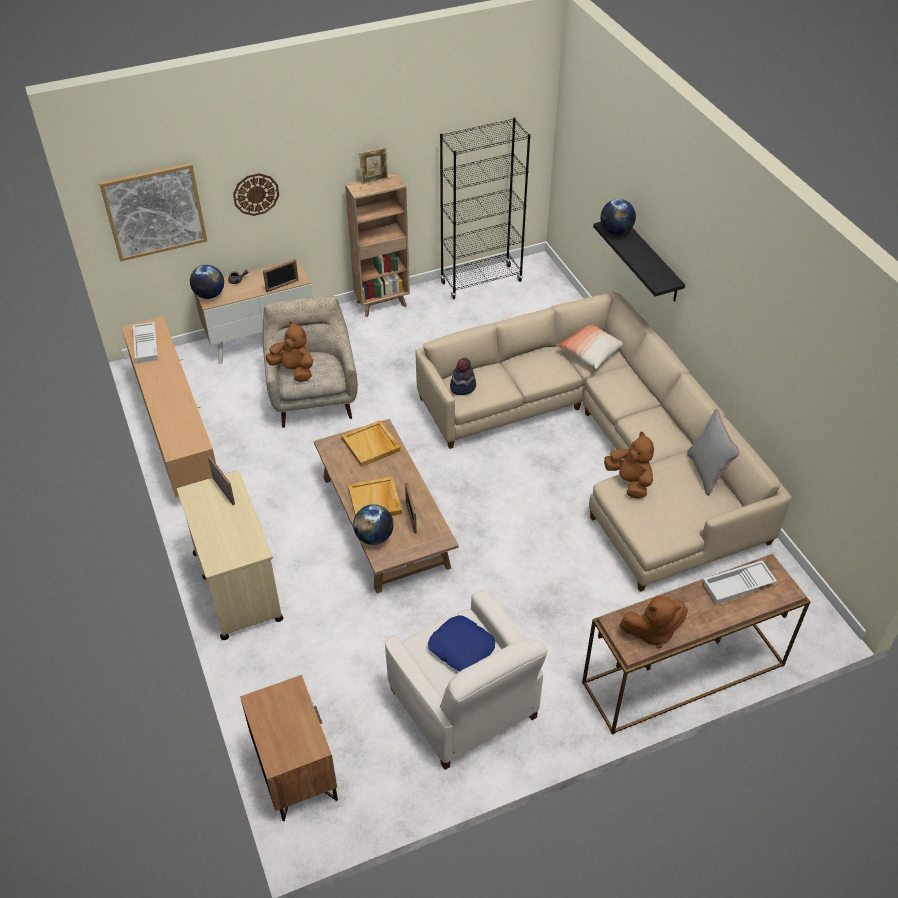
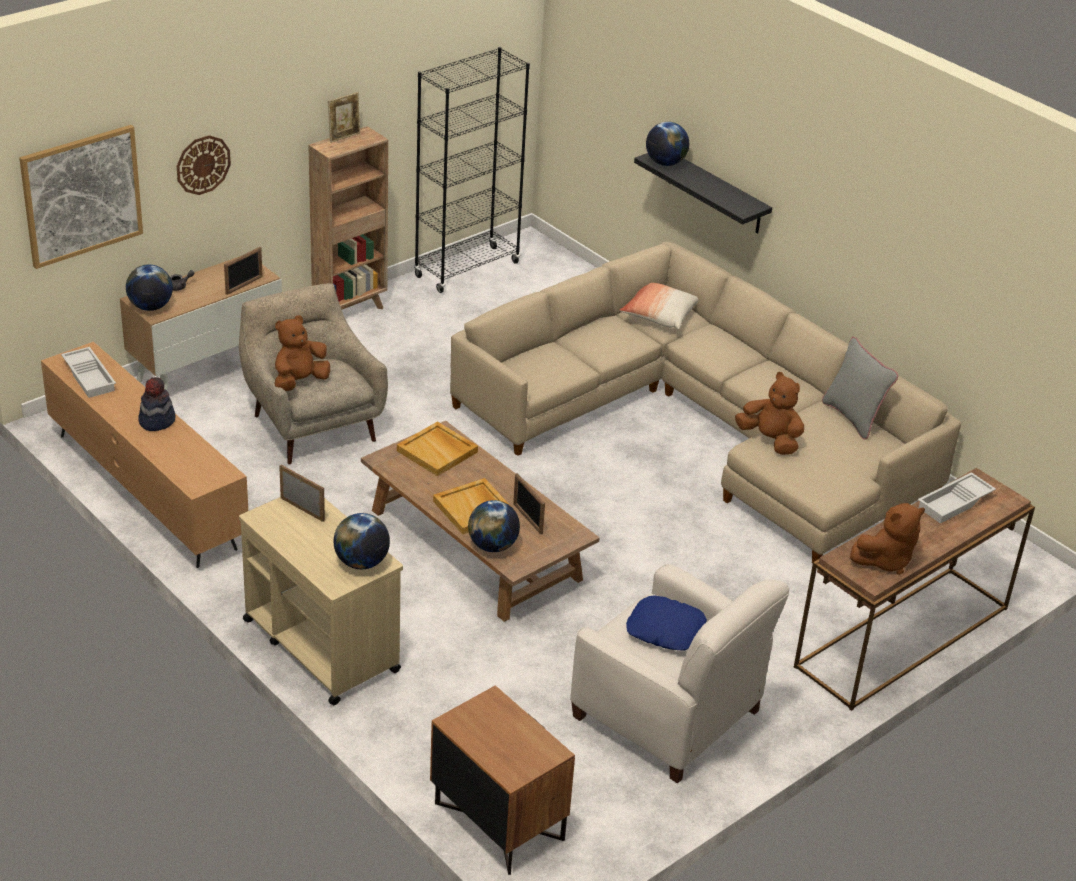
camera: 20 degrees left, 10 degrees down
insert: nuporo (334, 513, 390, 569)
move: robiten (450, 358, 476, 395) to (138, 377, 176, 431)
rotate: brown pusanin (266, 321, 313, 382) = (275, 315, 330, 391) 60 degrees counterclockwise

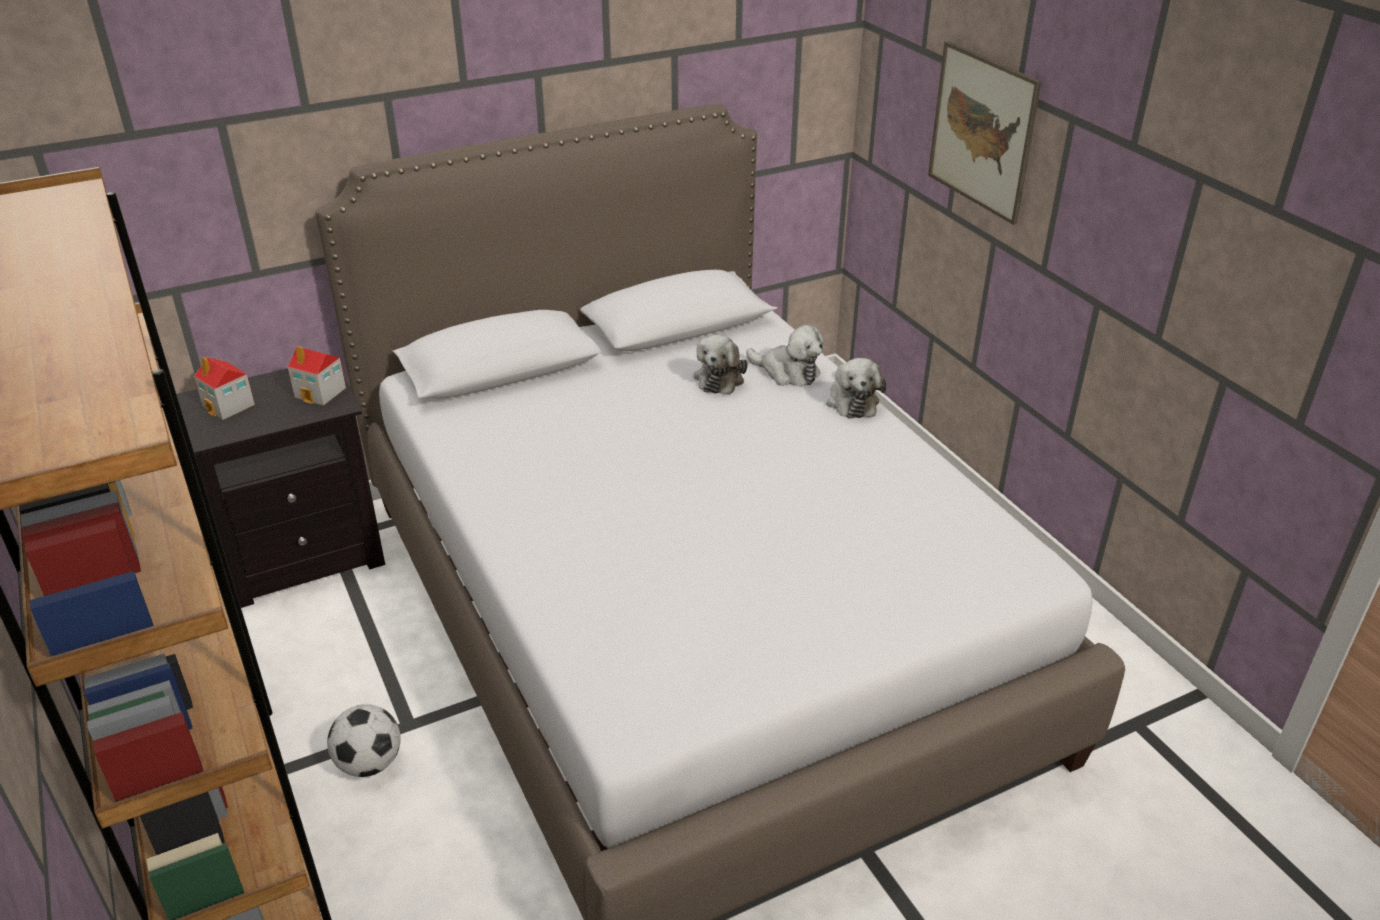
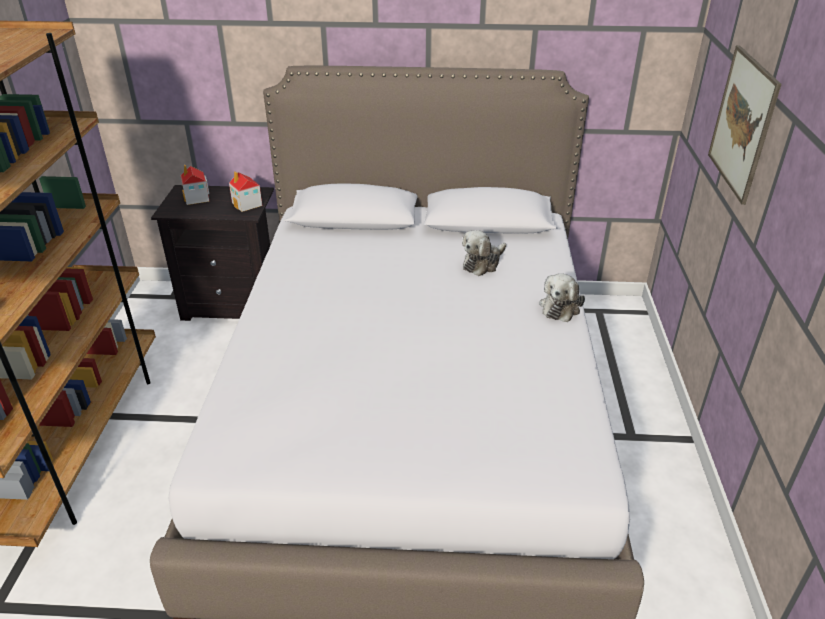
camera: 30 degrees right, 0 degrees up
delete: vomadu (327, 704, 401, 777); pusanin (746, 325, 824, 387)

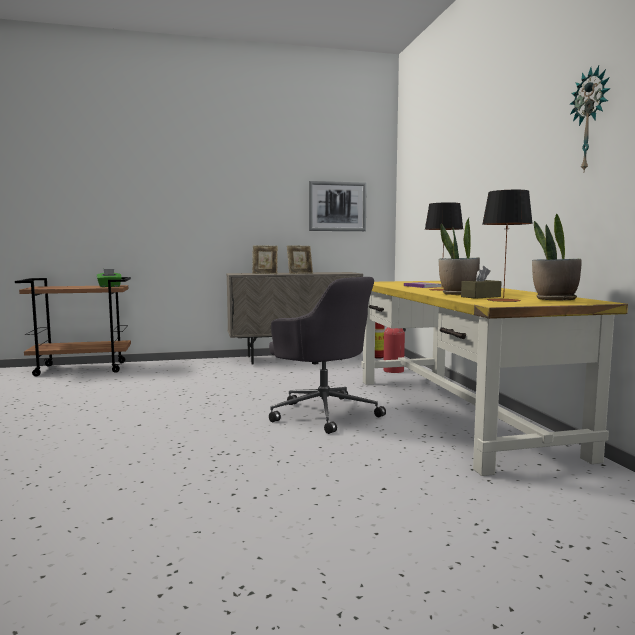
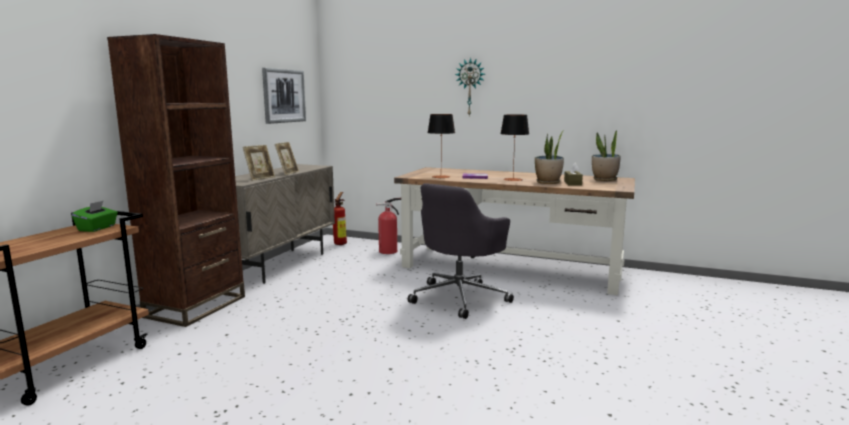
camera: 55 degrees left, 5 degrees up
insert: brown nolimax (107, 34, 245, 327)
move: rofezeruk (483, 190, 533, 302) to (428, 114, 455, 178); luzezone (569, 66, 611, 171) to (455, 58, 485, 116)
recolor: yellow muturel (362, 281, 628, 476) to brown muturel (394, 167, 635, 295)
rotate: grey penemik (269, 277, 386, 434) = (408, 183, 514, 319) 135 degrees clockwise

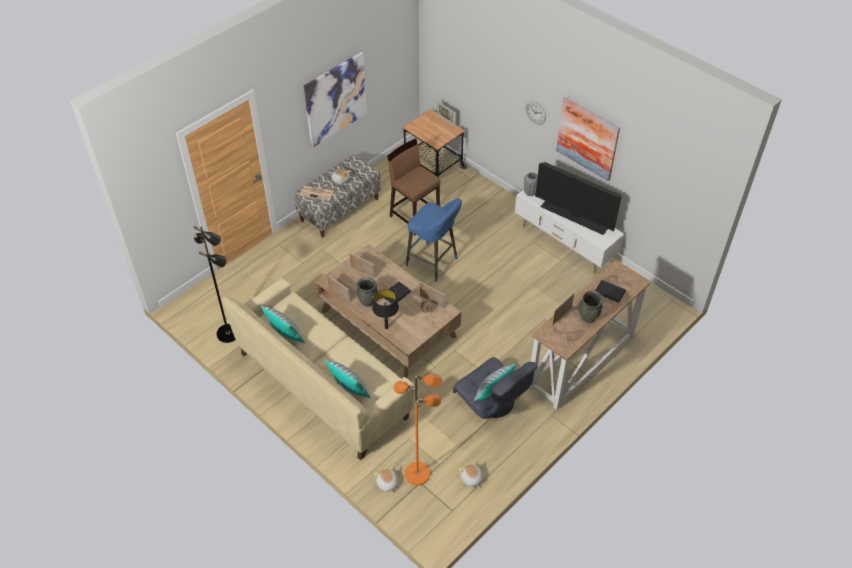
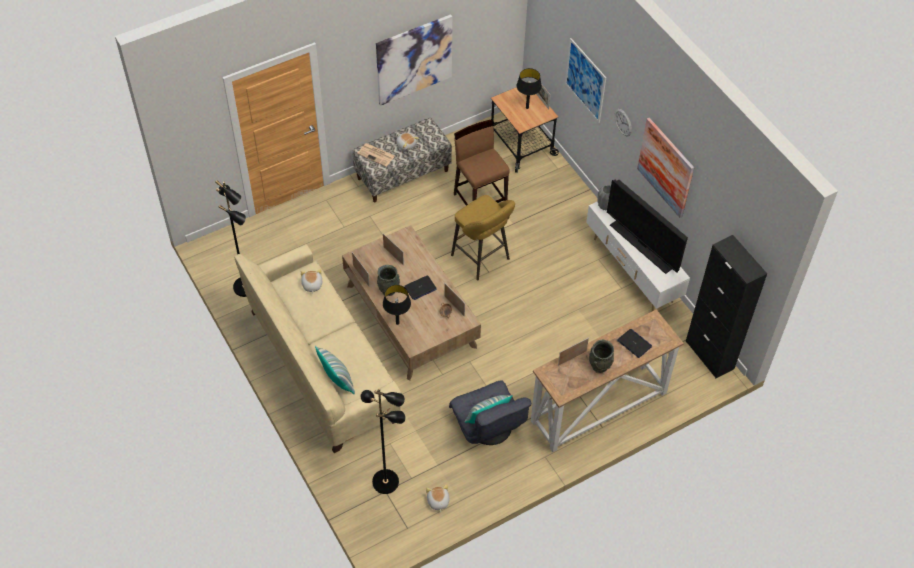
camera: 15 degrees right, 5 degrees up
delete: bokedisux (261, 305, 305, 343)
insert: black rofezeruk (517, 68, 542, 109); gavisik (565, 38, 606, 123); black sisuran (686, 235, 767, 378)
move: pusanin (374, 466, 398, 493) to (301, 269, 322, 294)
recolor: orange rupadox (394, 373, 442, 485) to black rupadox (360, 388, 406, 494); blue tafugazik (406, 199, 462, 281) to yellow tafugazik (451, 195, 515, 281)

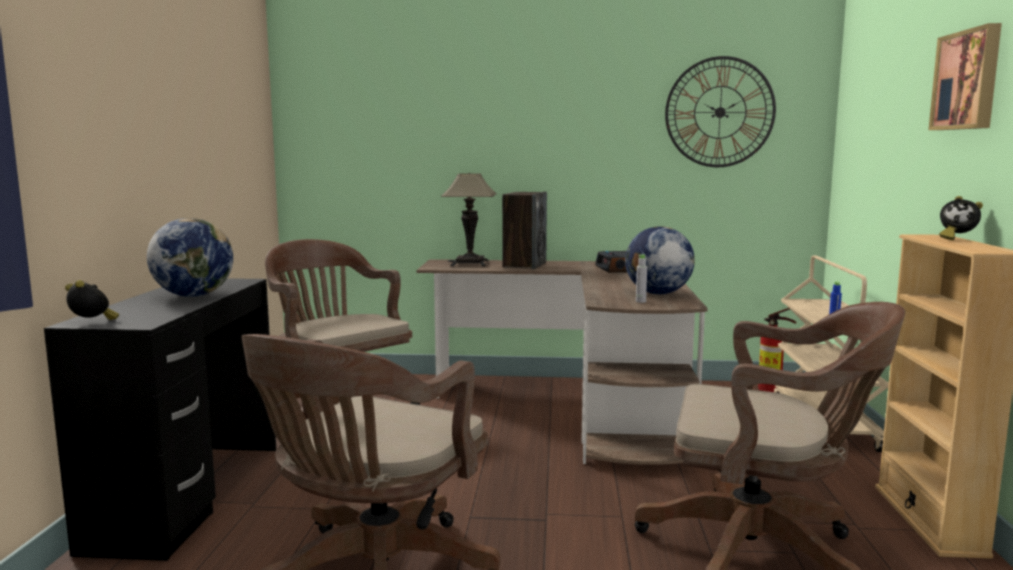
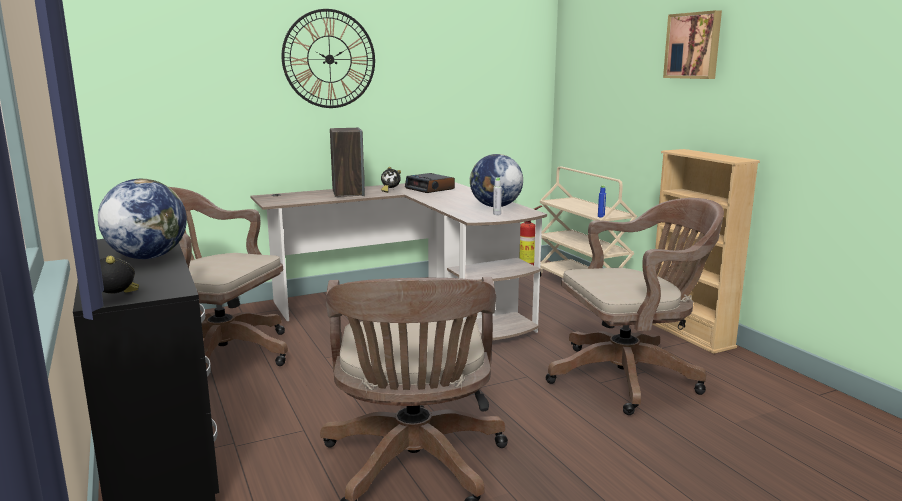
camera: 30 degrees left, 5 degrees up
delete: rofezeruk (441, 173, 497, 267)
move: luzezone (665, 56, 776, 167) to (282, 9, 375, 108); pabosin (939, 196, 983, 240) to (381, 167, 401, 193)

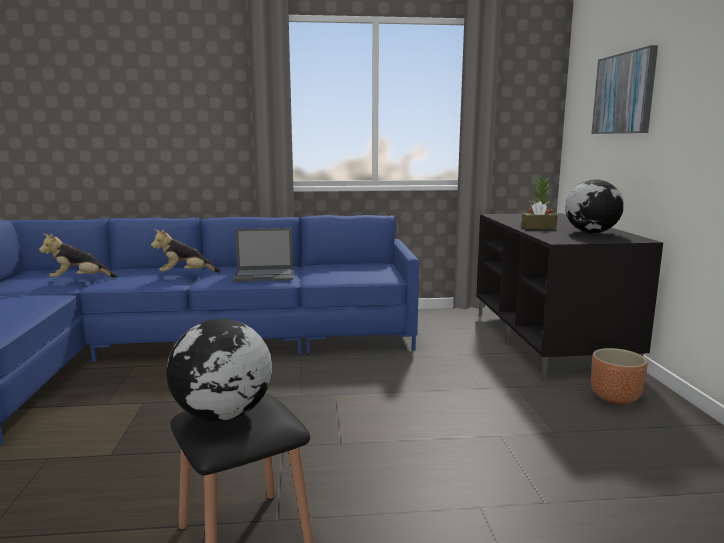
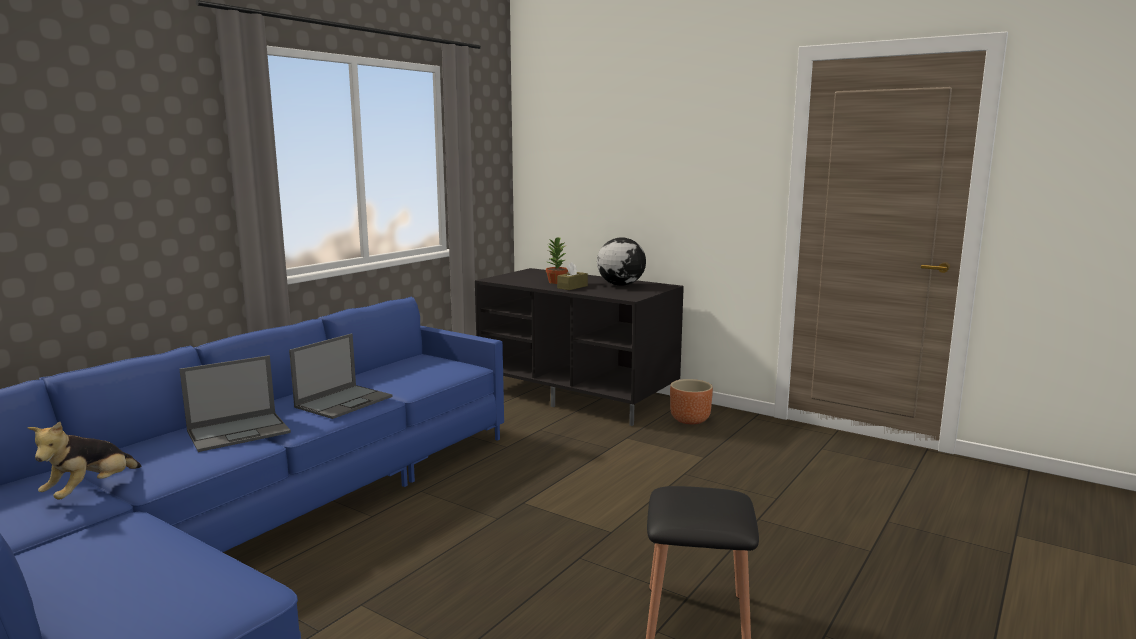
camera: 50 degrees left, 0 degrees up
delete: nuporo (166, 319, 272, 421); gavisik (591, 45, 658, 134)
replace: pusanin (151, 229, 221, 273) to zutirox (179, 355, 291, 452)

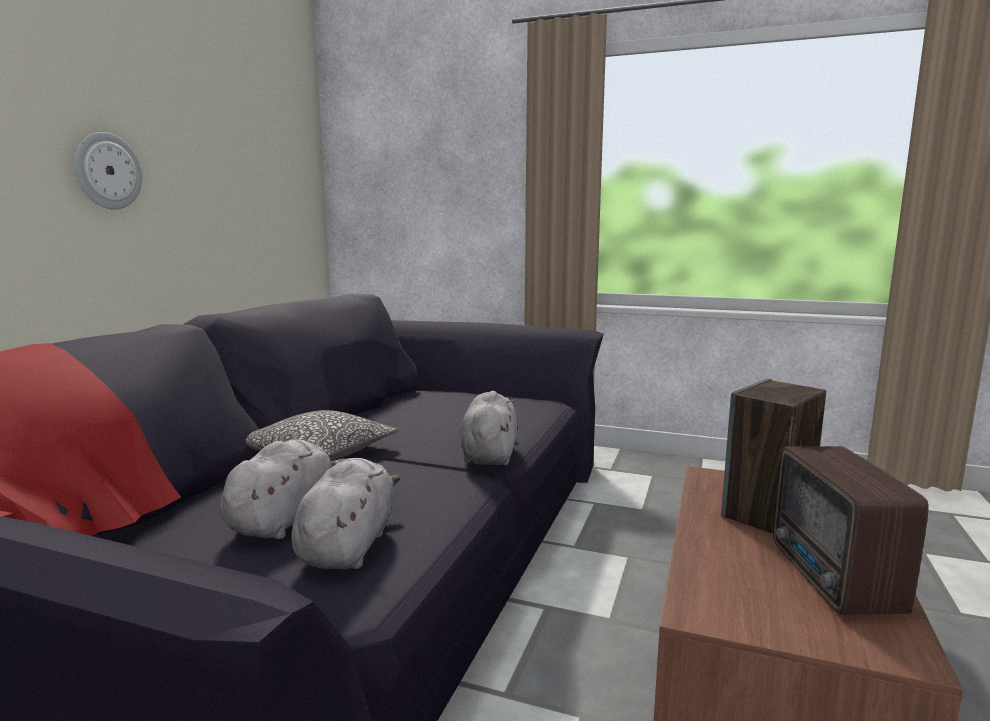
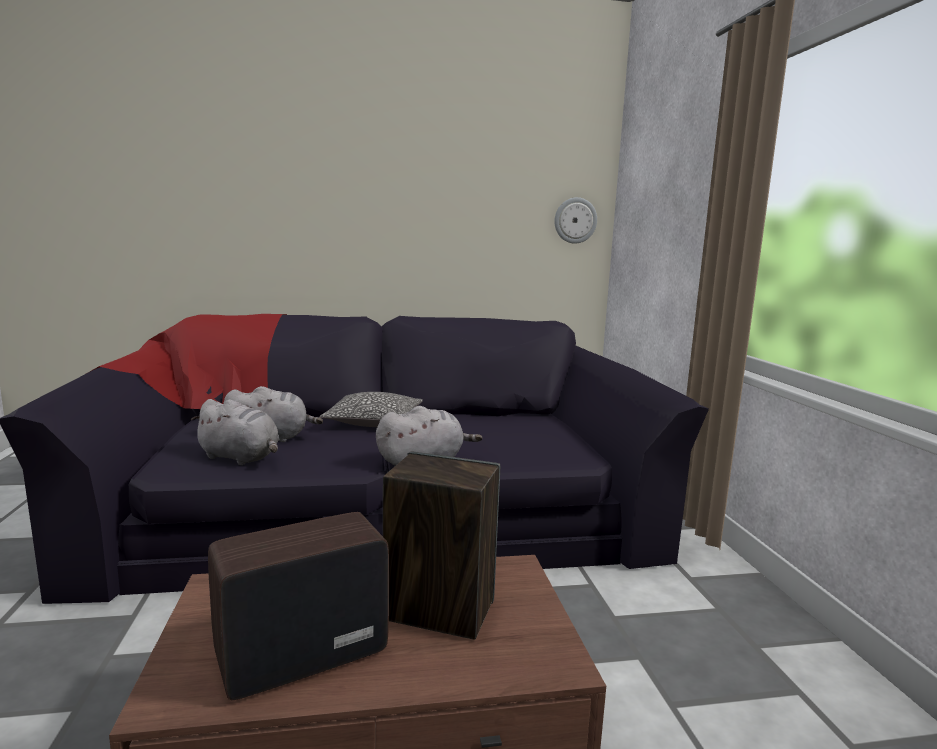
camera: 60 degrees right, 0 degrees up
move: luzezone (74, 132, 142, 209) to (554, 197, 597, 244)
rotate: grey pusanin (291, 458, 400, 570) = (191, 399, 280, 465) 45 degrees clockwise

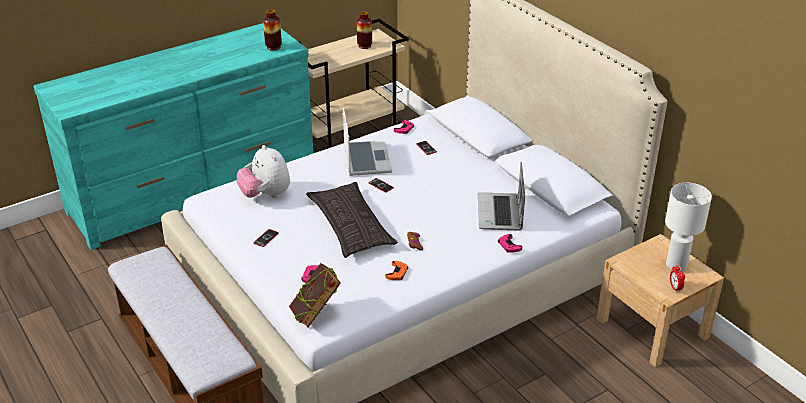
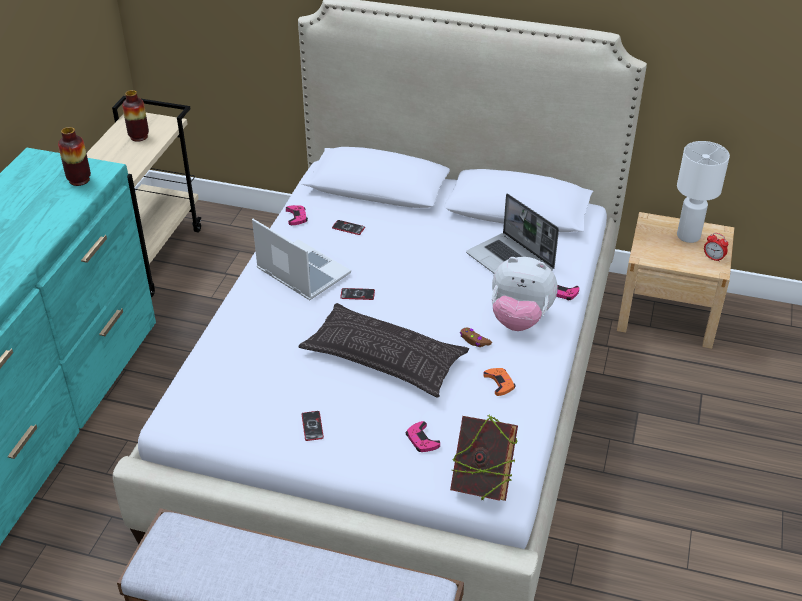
camera: 40 degrees left, 5 degrees up
move: pusanin (237, 145, 290, 198) to (492, 257, 557, 331)

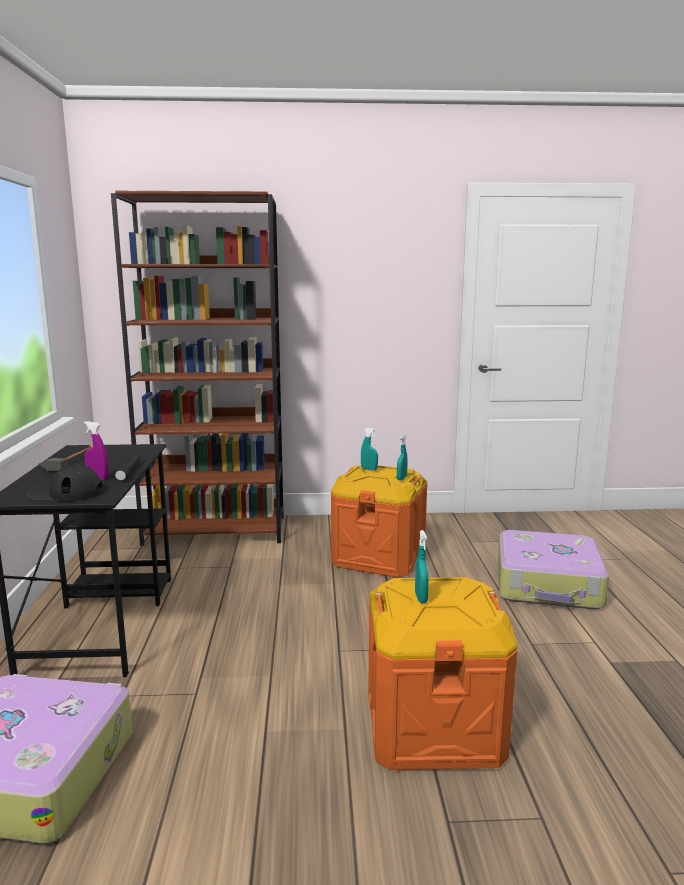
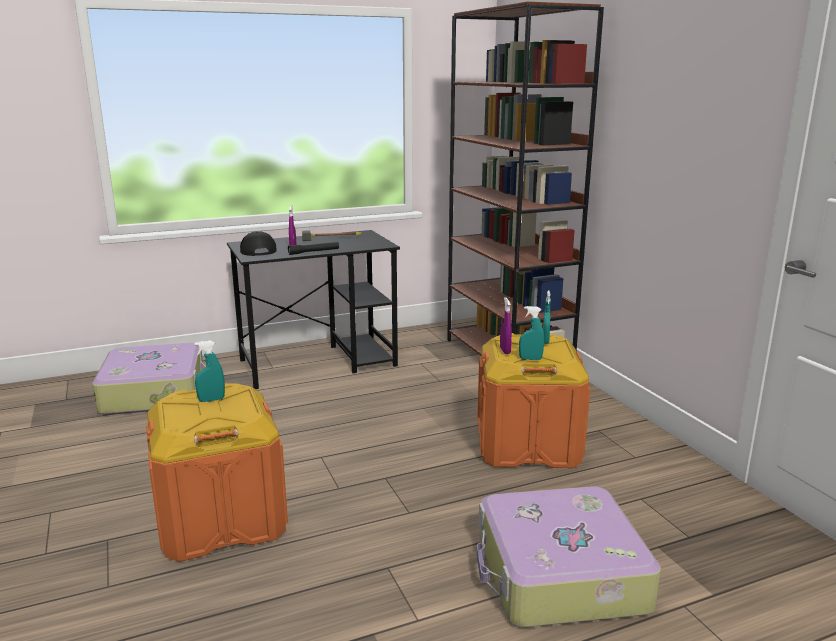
camera: 70 degrees right, 5 degrees up
insert: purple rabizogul (500, 297, 512, 354)

